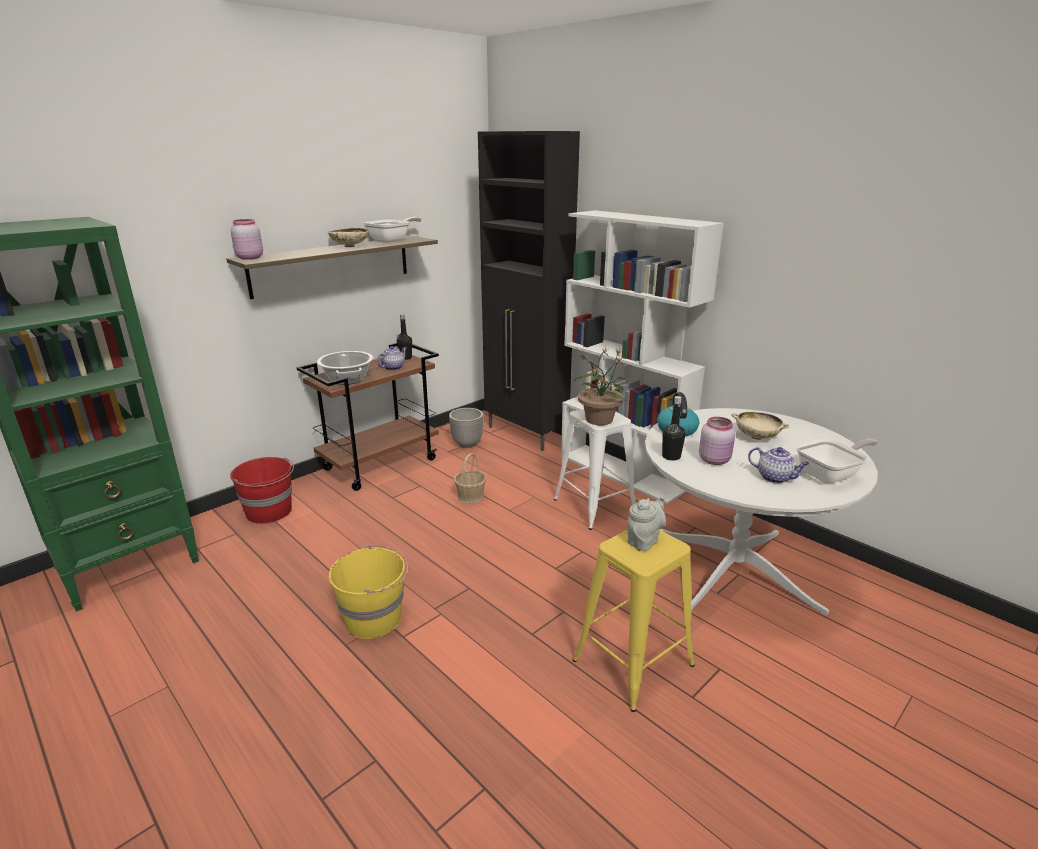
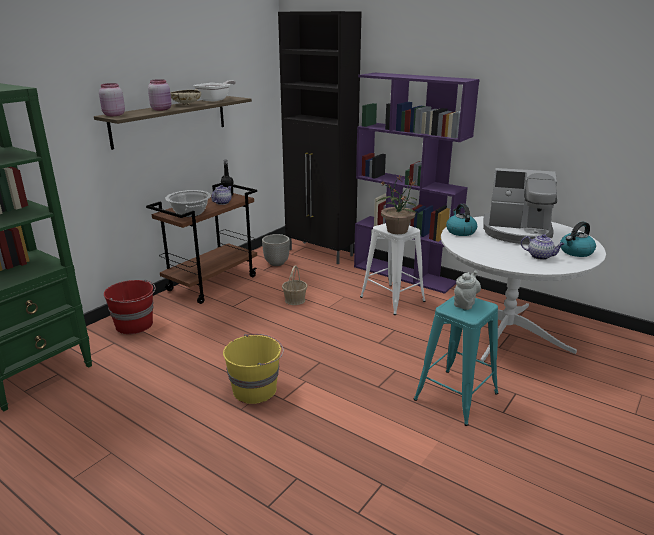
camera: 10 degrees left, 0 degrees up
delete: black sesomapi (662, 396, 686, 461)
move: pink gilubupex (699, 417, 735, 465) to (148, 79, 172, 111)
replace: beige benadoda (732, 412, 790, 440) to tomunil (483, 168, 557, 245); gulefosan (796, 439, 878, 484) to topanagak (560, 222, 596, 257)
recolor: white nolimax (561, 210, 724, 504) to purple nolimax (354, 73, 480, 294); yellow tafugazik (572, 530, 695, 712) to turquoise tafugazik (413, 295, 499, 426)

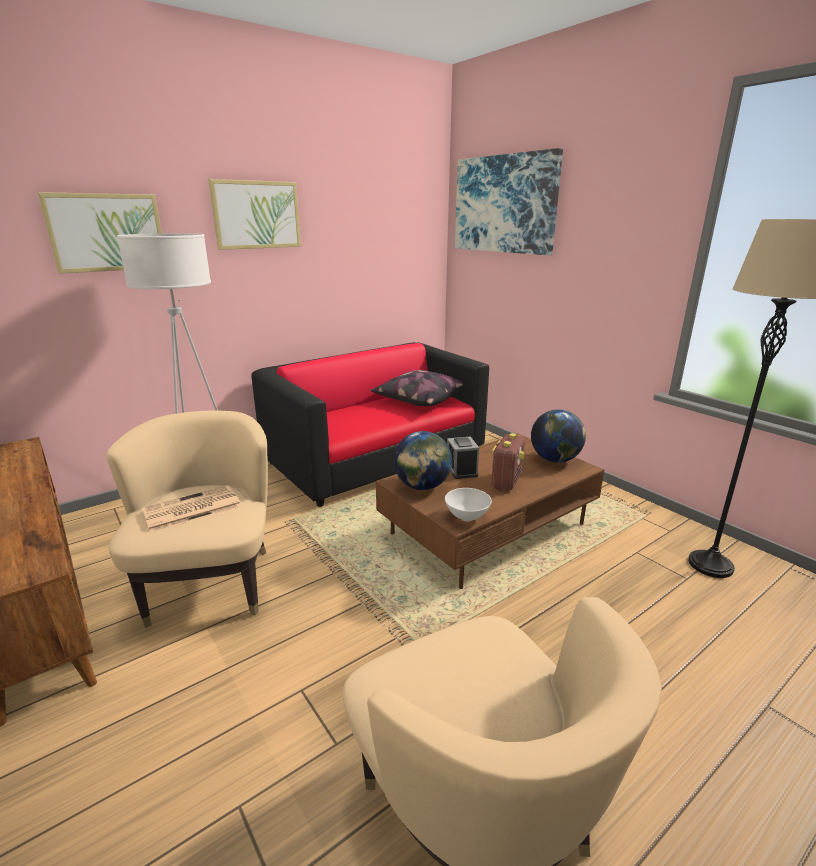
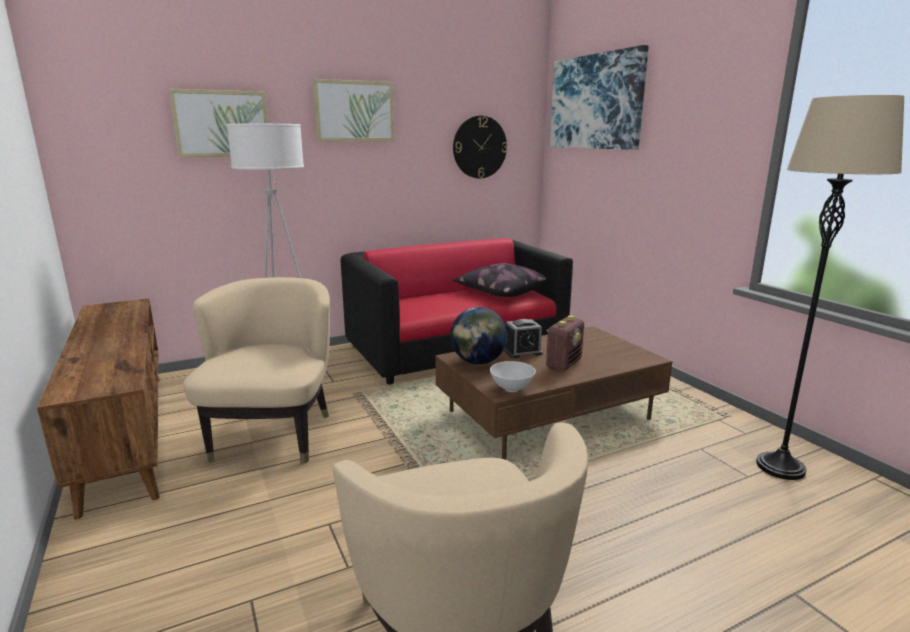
camera: 10 degrees right, 5 degrees down
delete: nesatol (142, 485, 241, 533); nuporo (531, 409, 586, 463)
insert: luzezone (453, 116, 507, 178)
rotate: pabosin (447, 436, 479, 479) = (504, 319, 542, 358) 105 degrees counterclockwise

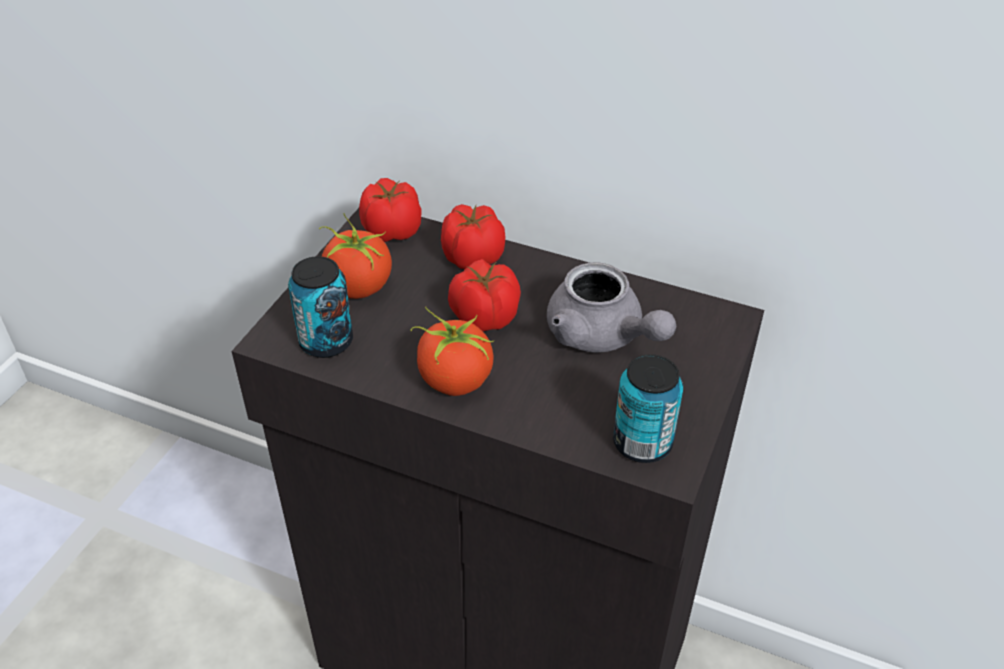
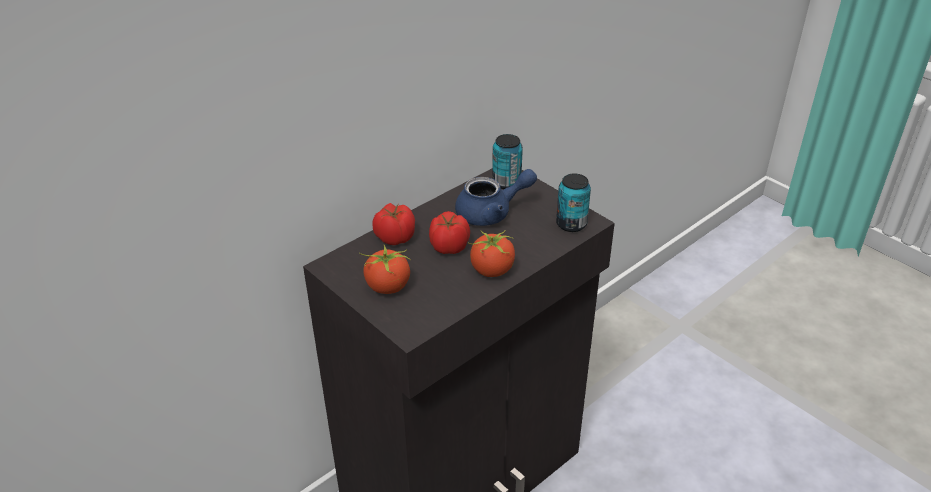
camera: 65 degrees left, 5 degrees down
delete: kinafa (359, 178, 421, 242)
move: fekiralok (288, 256, 353, 358) to (492, 134, 523, 189)
recolor: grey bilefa (547, 262, 676, 353) to blue bilefa (455, 169, 537, 226)

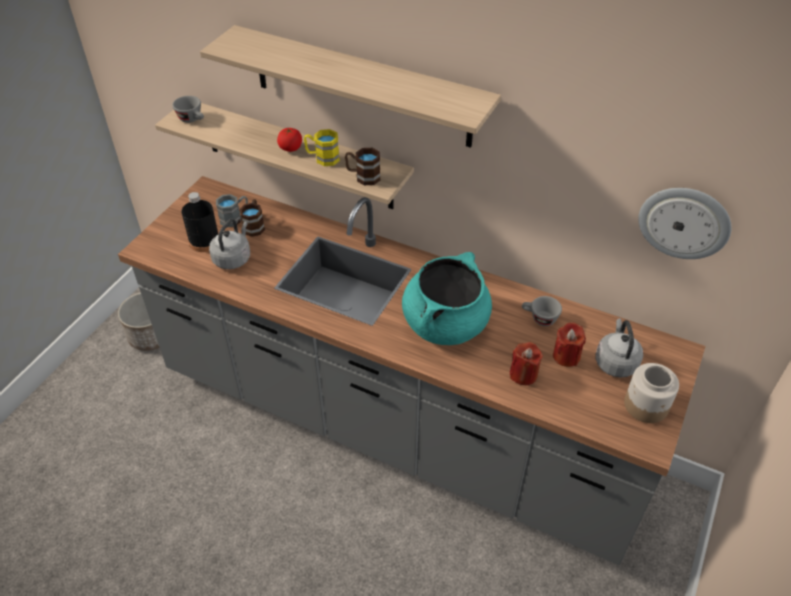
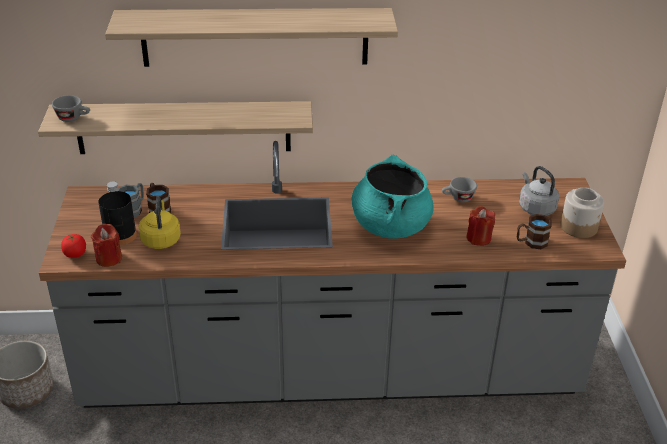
camera: 30 degrees left, 10 degrees down
delete: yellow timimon (304, 129, 340, 166); luzezone (638, 188, 732, 259)
move: kinafa (277, 127, 302, 152) to (61, 234, 86, 258); brown timimon (345, 148, 380, 185) to (517, 214, 552, 249); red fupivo (553, 322, 586, 367) to (91, 224, 122, 267)
recolor: grey topanagak (209, 219, 250, 269) to yellow topanagak (139, 196, 181, 249)

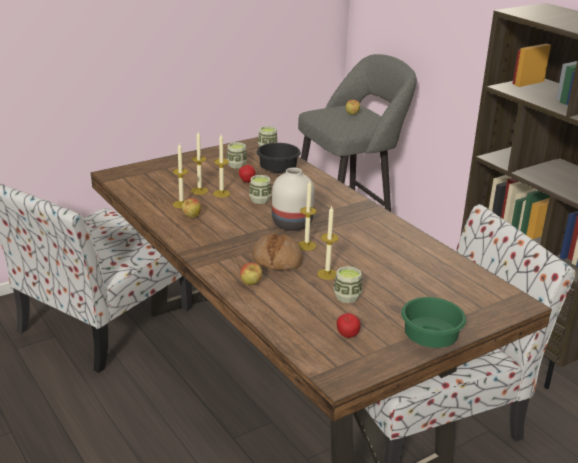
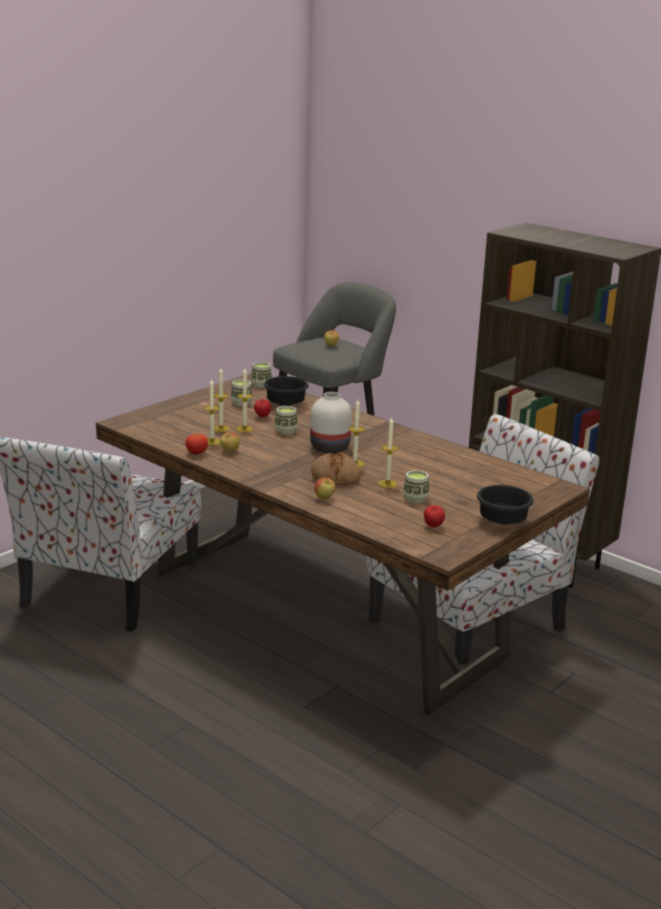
camera: 15 degrees left, 5 degrees down
insert: kinafa (185, 434, 208, 454)
recolor: green benadoda (401, 297, 466, 348) to black benadoda (477, 485, 534, 524)

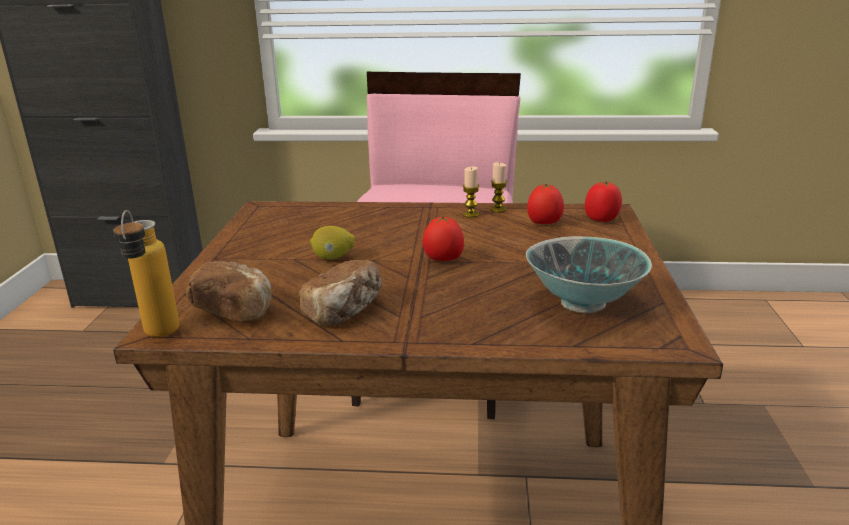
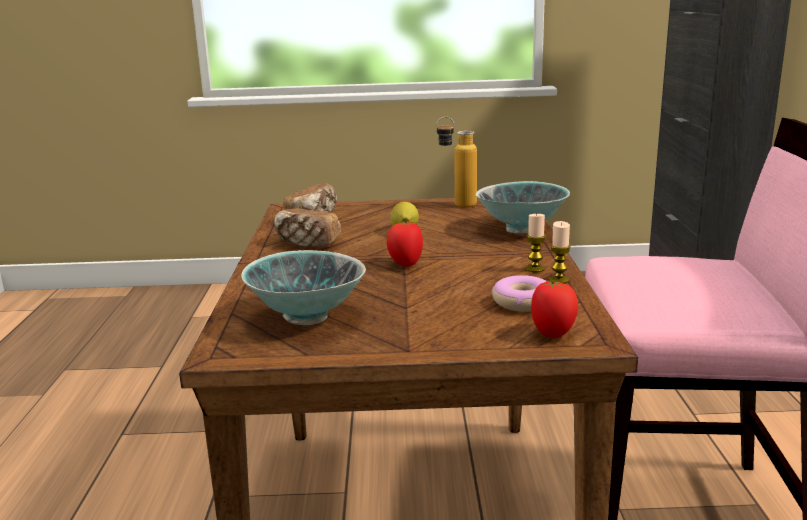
camera: 85 degrees right, 5 degrees down
insert: benadoda (476, 181, 570, 234)
move: sesomapi (113, 210, 179, 337) to (436, 117, 477, 208)
replace: kinafa (527, 184, 564, 224) to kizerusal (492, 275, 547, 312)

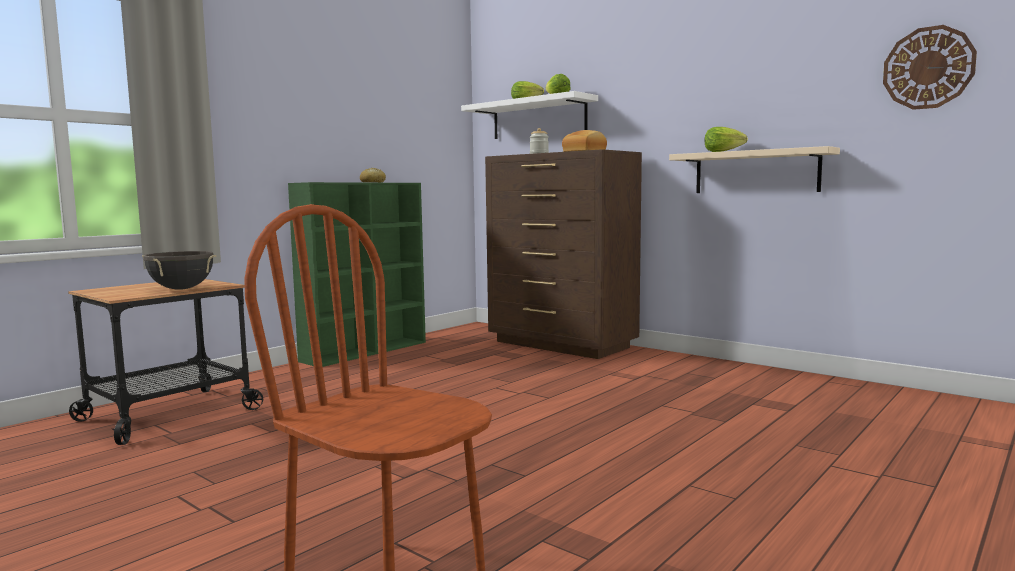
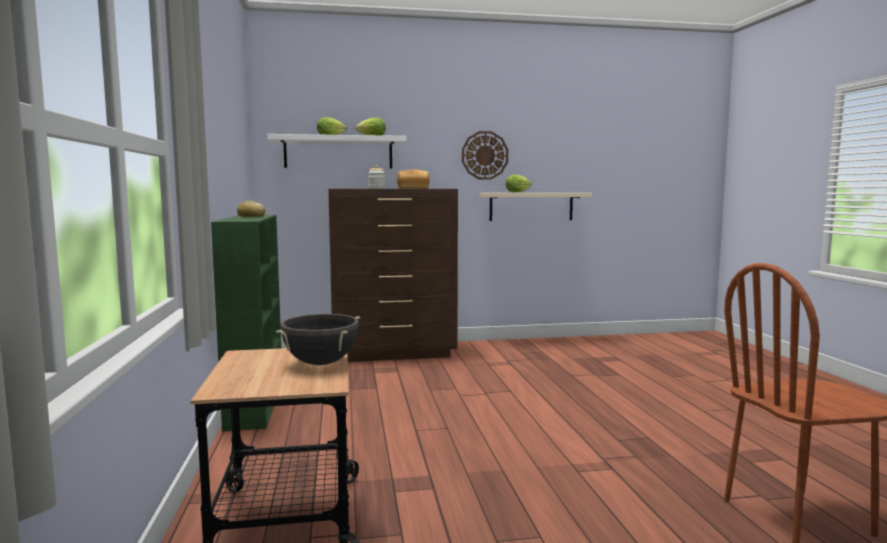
camera: 50 degrees left, 0 degrees up
move: luzezone (883, 25, 977, 110) to (462, 131, 508, 180)

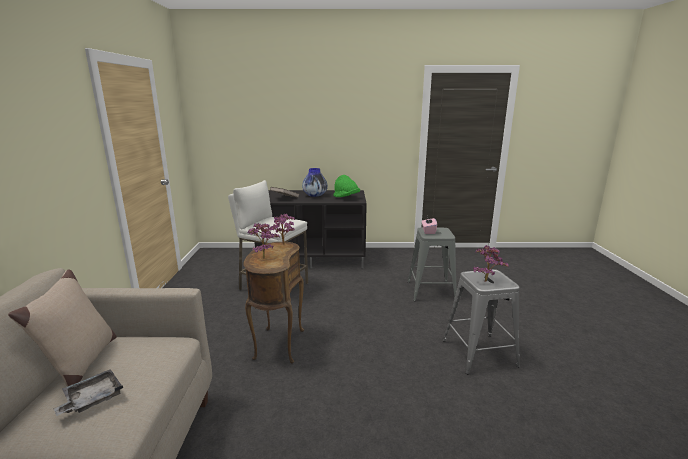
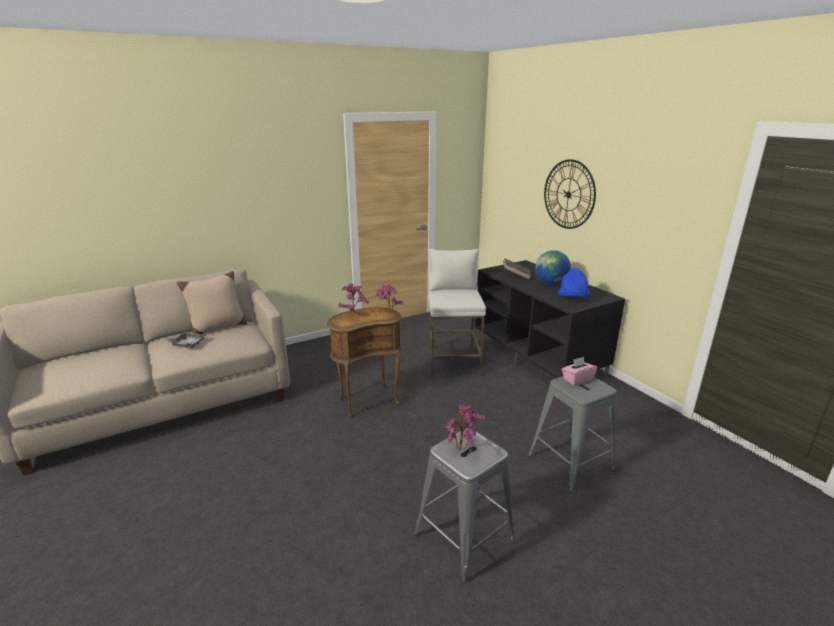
camera: 60 degrees right, 5 degrees up
insert: luzezone (544, 159, 596, 229)
replace: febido (302, 168, 328, 197) to nuporo (535, 250, 571, 285)
recolor: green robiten (333, 175, 360, 197) to blue robiten (558, 268, 591, 298)

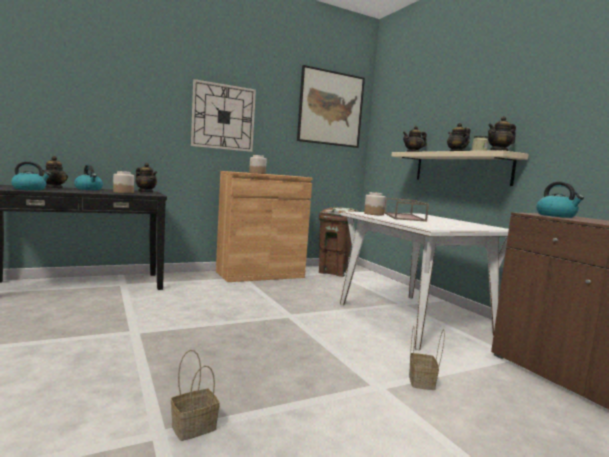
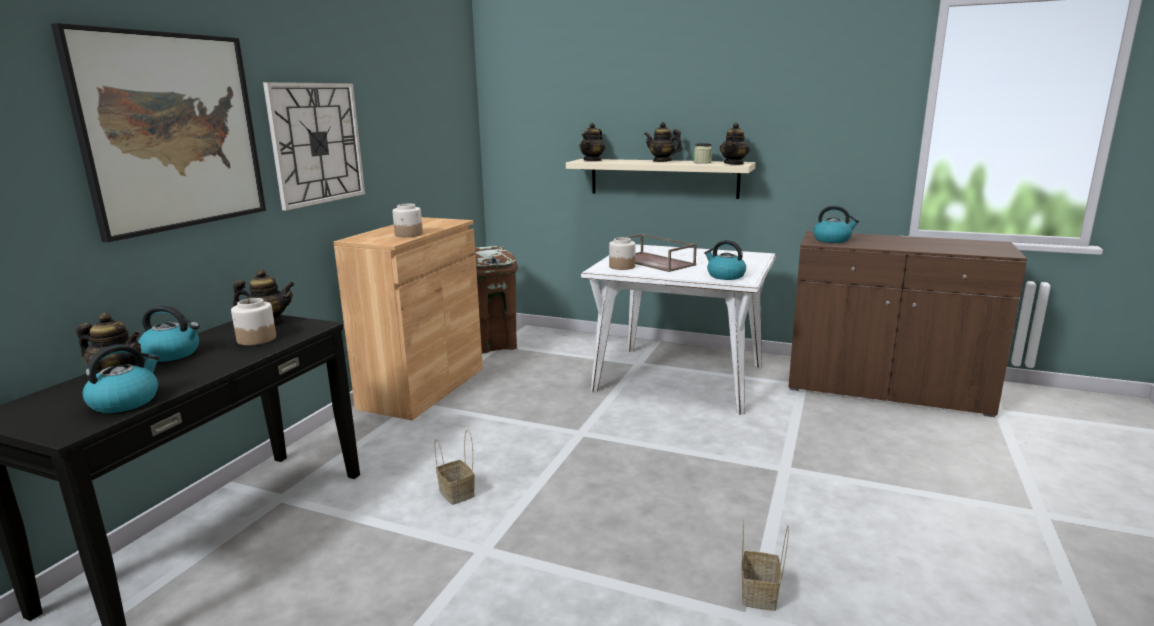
camera: 40 degrees left, 10 degrees up
insert: topanagak (704, 240, 746, 280)
move: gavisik (297, 65, 365, 148) to (51, 23, 266, 242); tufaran (409, 326, 445, 390) to (434, 430, 475, 505)

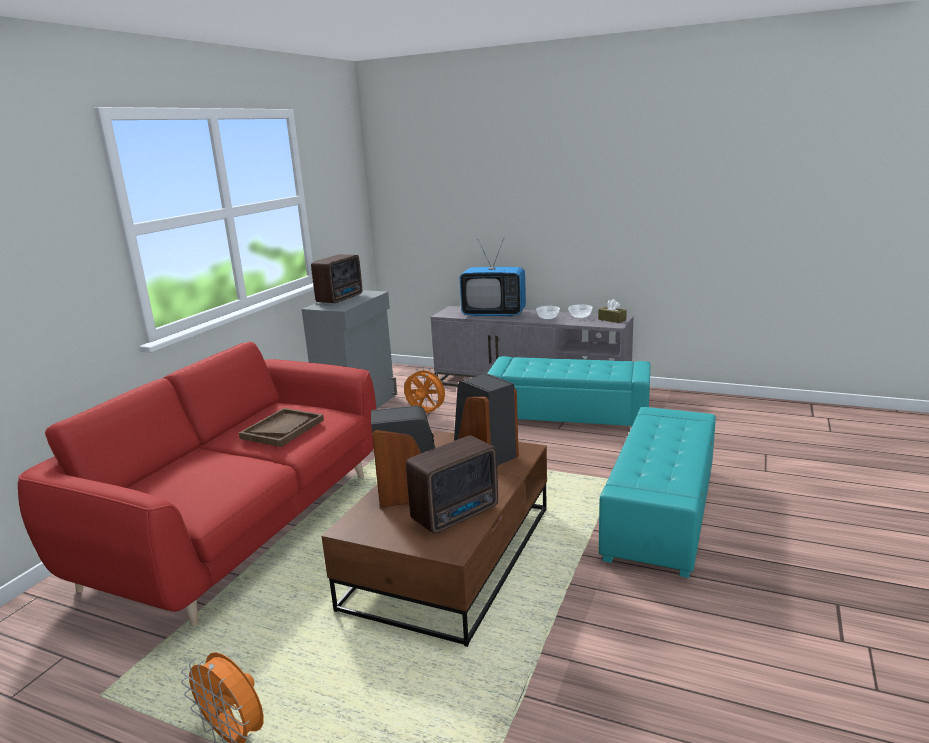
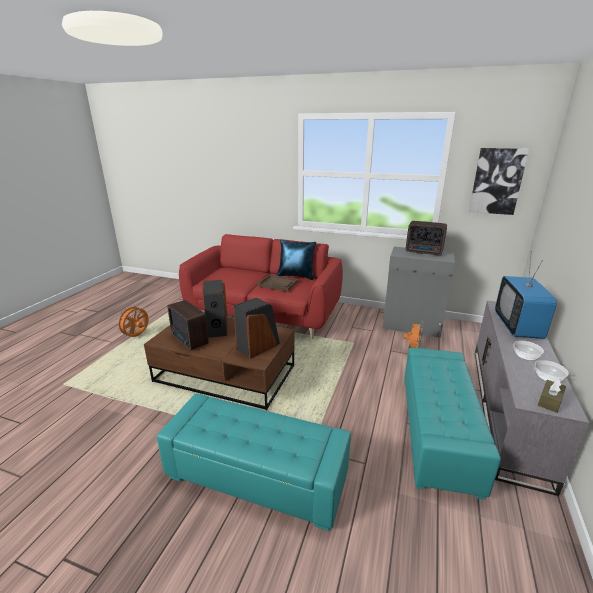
camera: 85 degrees right, 5 degrees up
insert: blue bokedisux (276, 239, 316, 280); gavisik (469, 148, 529, 215)

